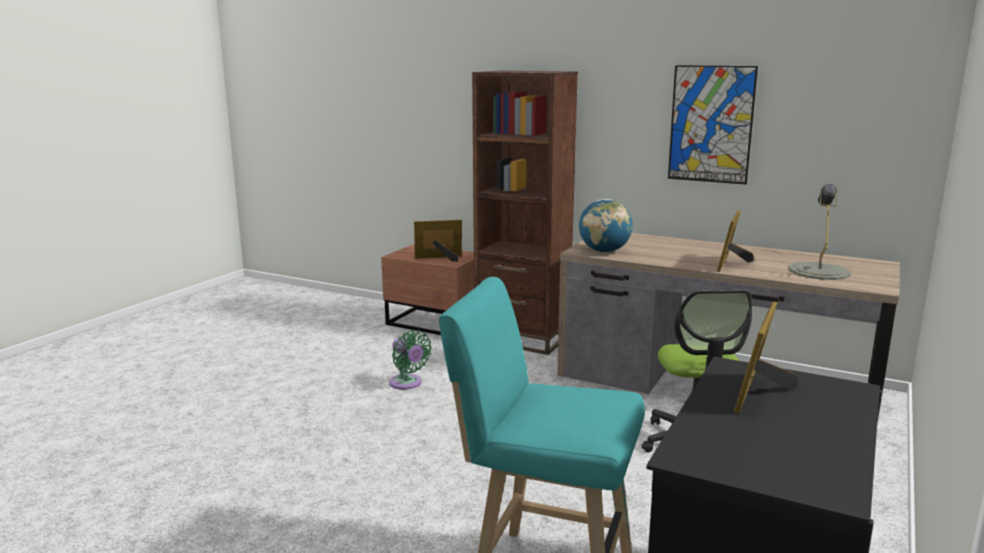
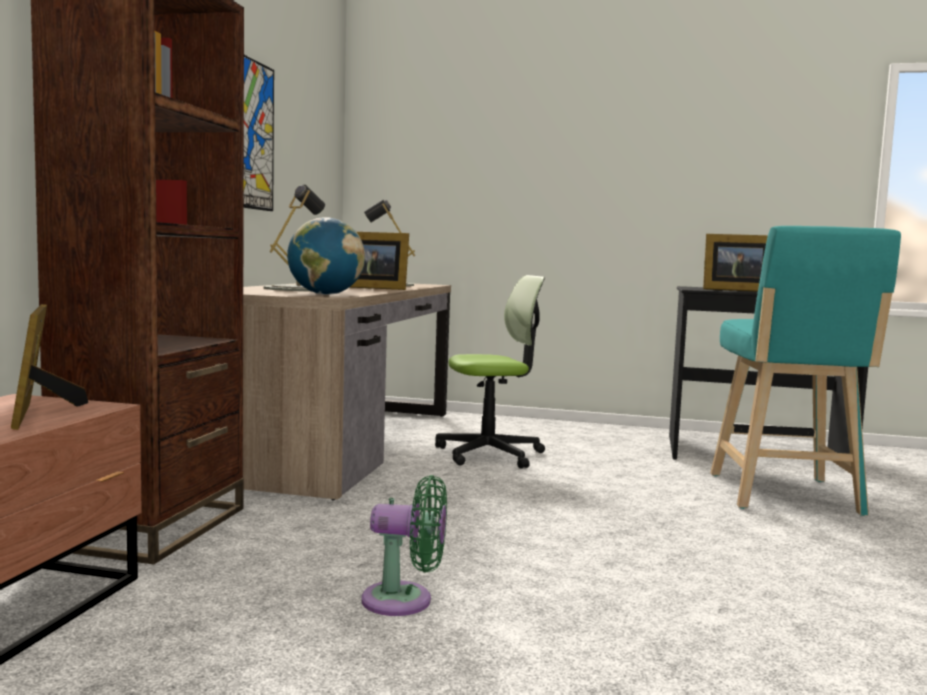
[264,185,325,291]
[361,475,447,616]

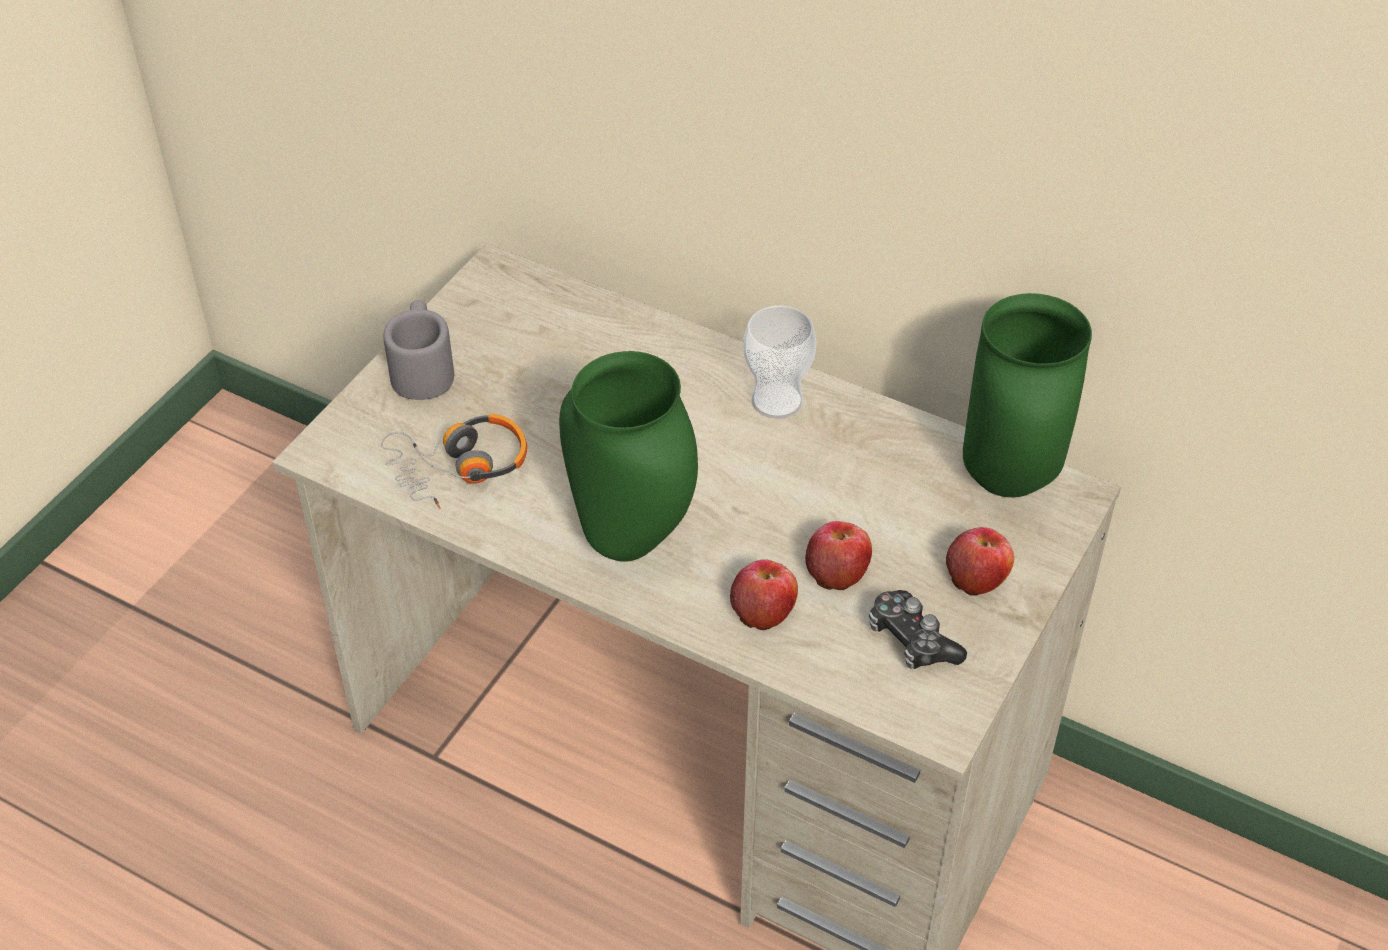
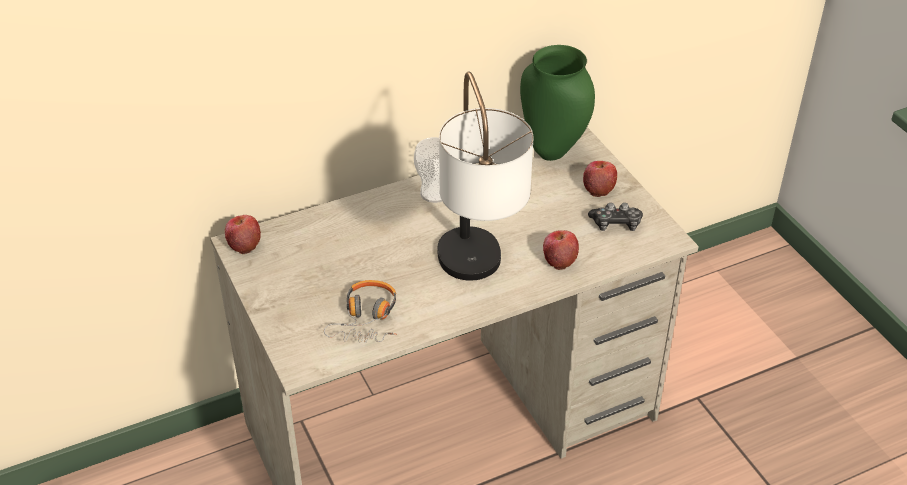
[225,215,261,254]
[437,72,534,281]
[383,300,454,400] (first image)

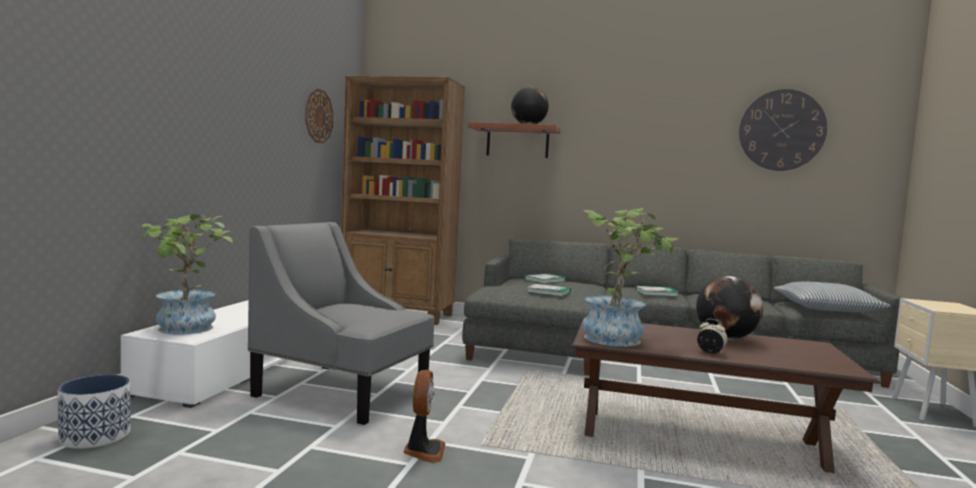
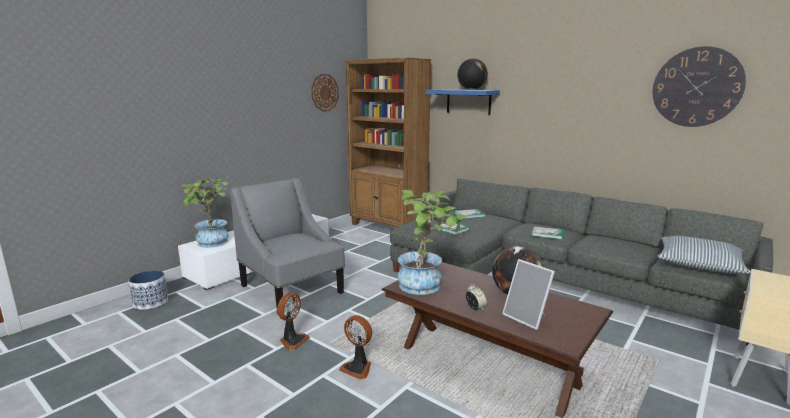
[339,315,372,380]
[426,90,500,115]
[502,259,555,330]

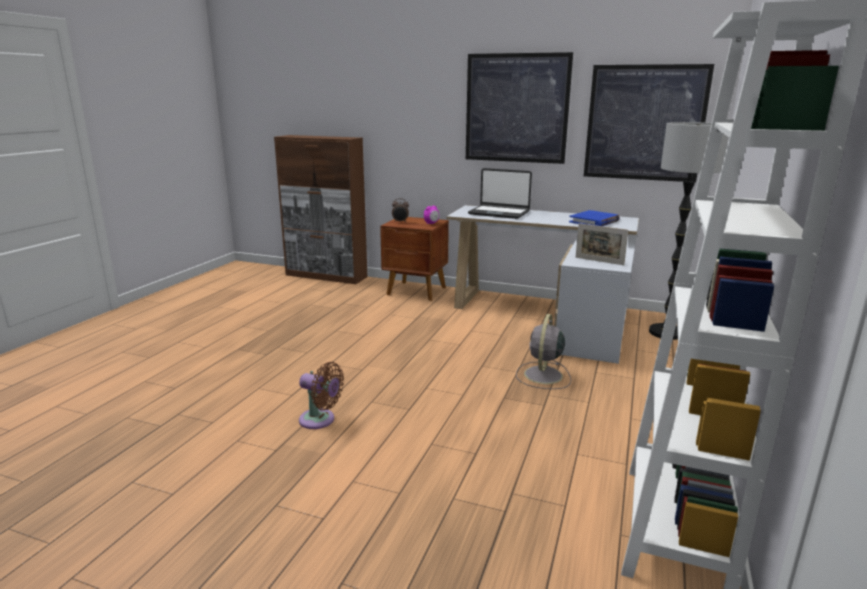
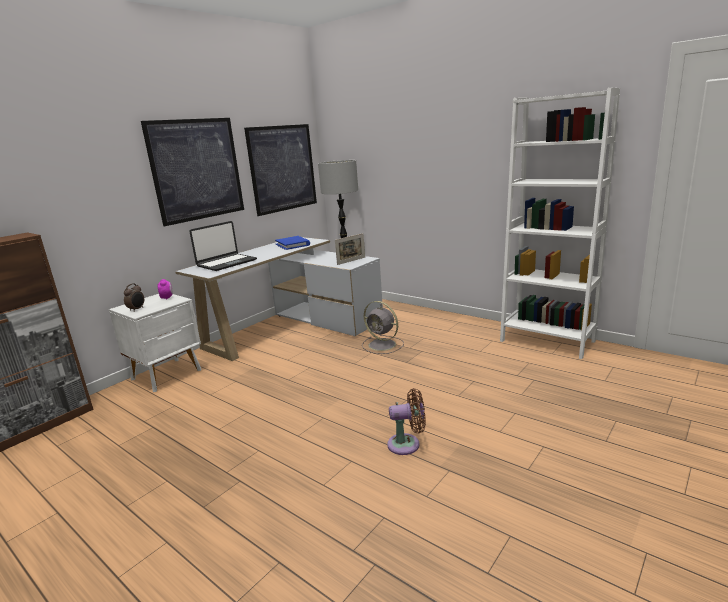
[109,294,202,392]
[387,388,426,455]

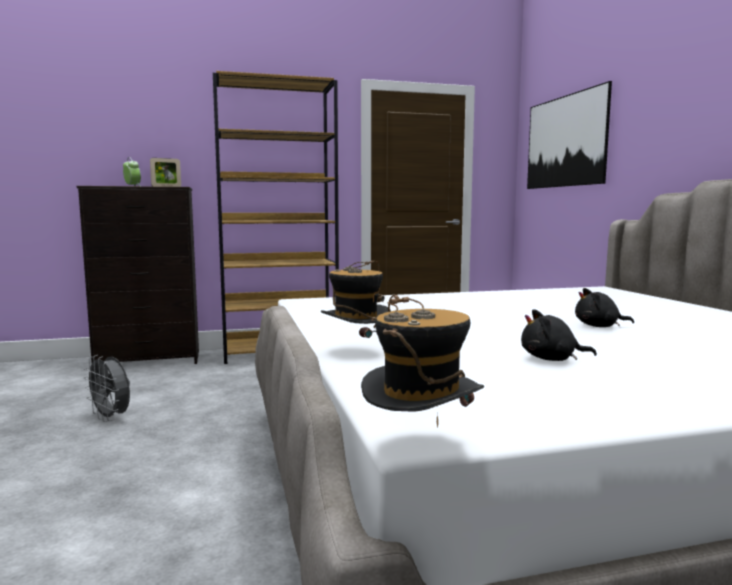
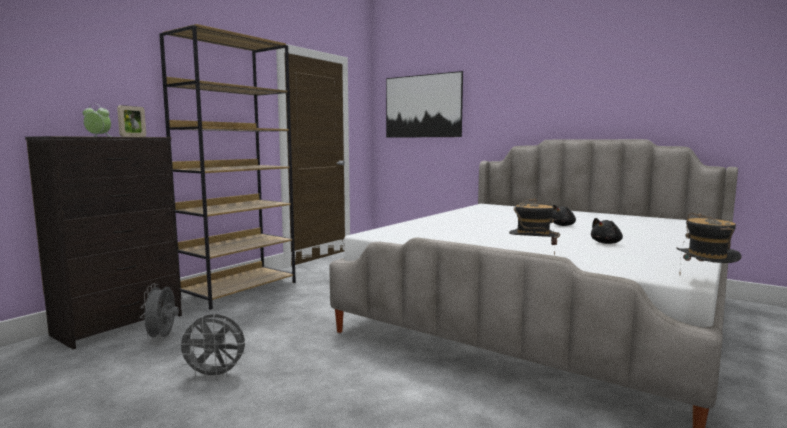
[140,284,179,341]

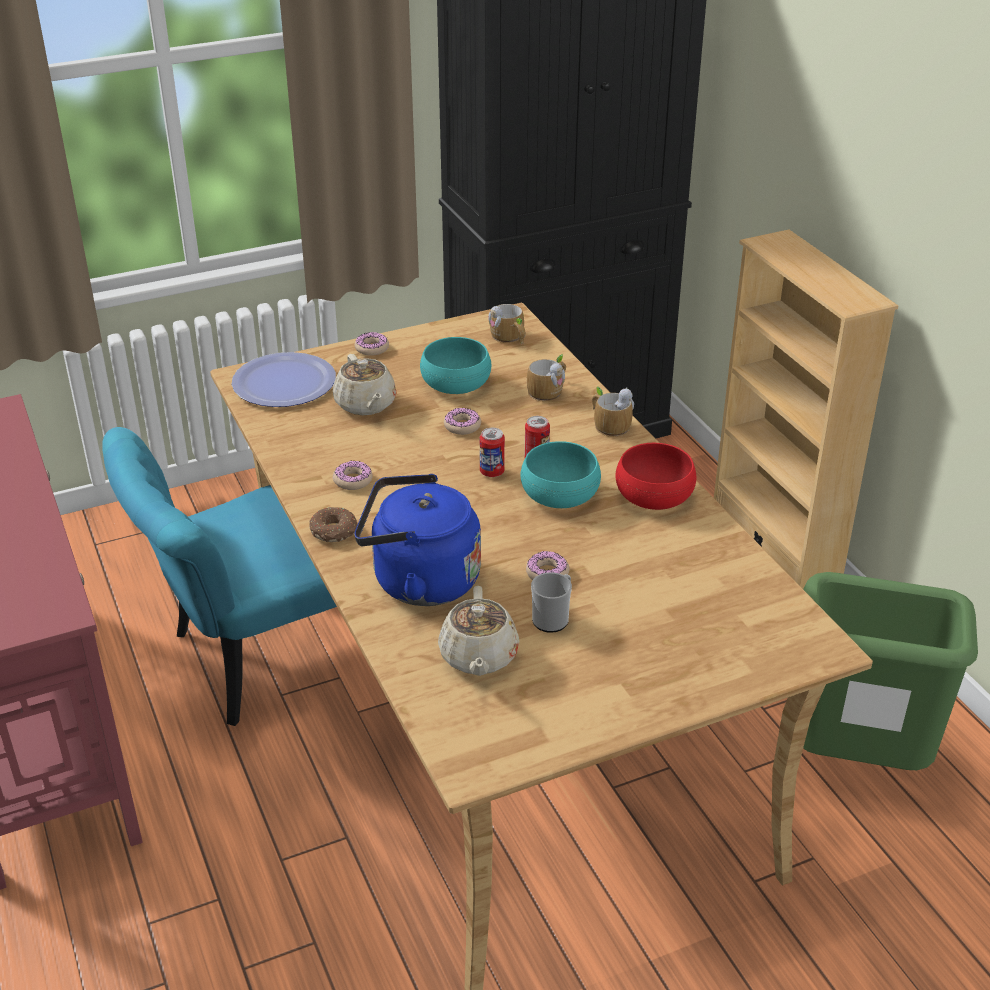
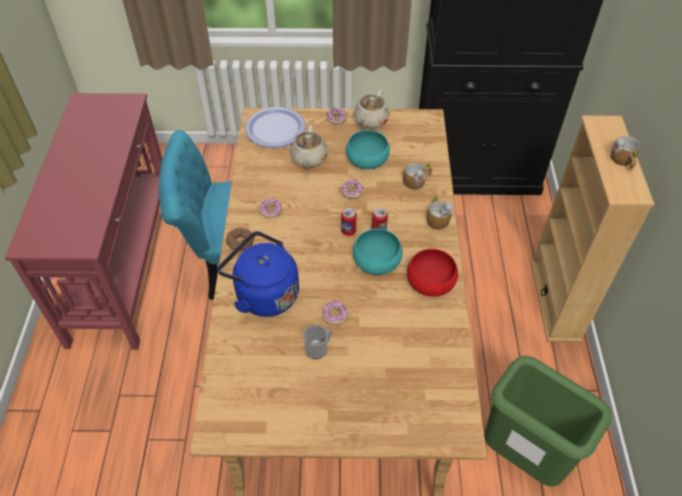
[353,90,390,129]
[610,136,640,171]

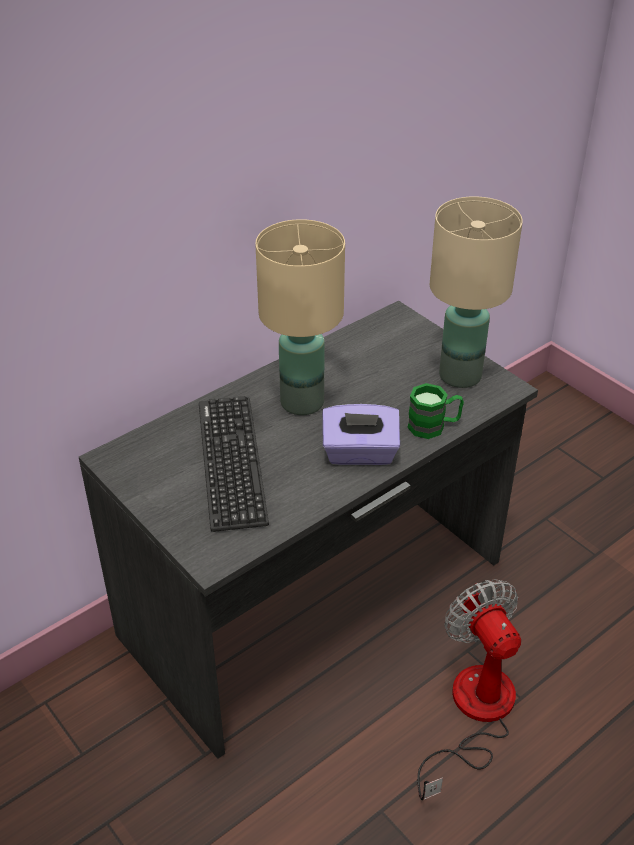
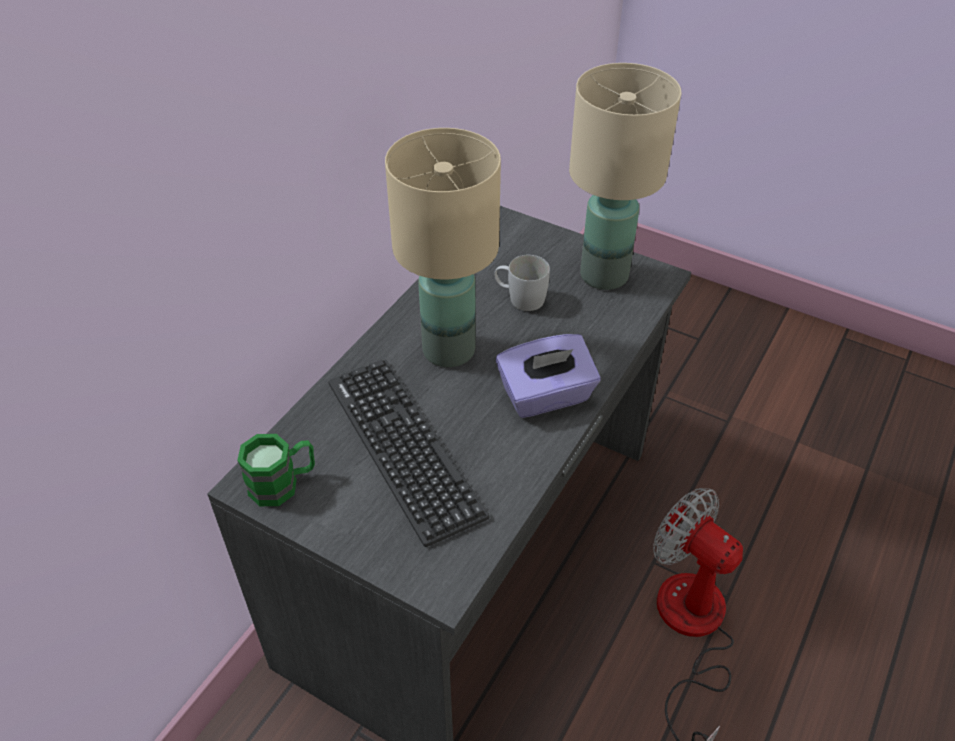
[237,434,315,506]
[494,255,550,311]

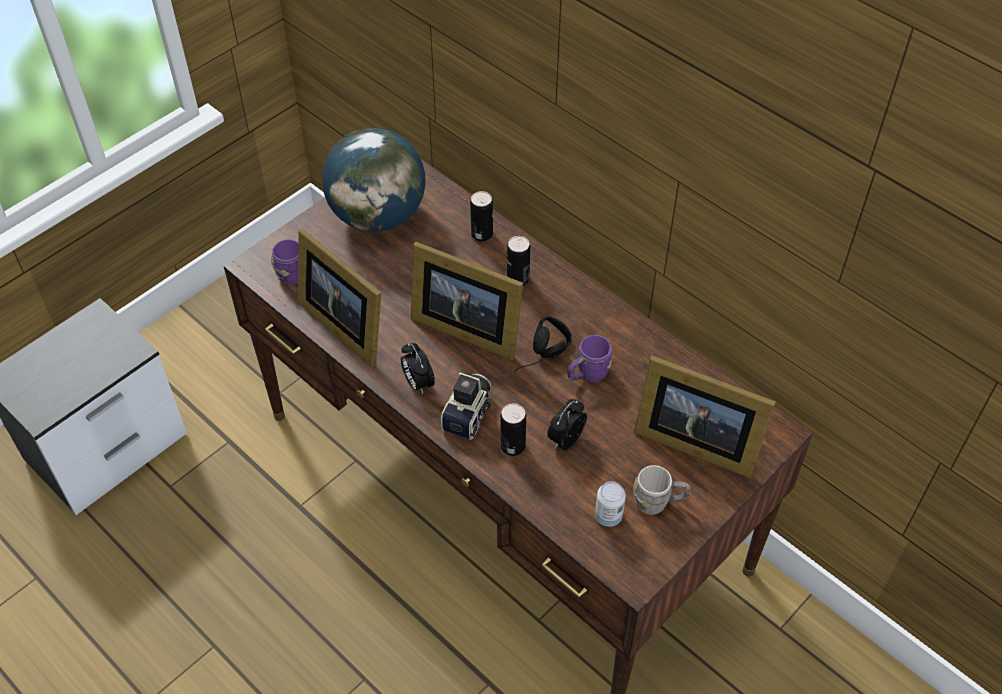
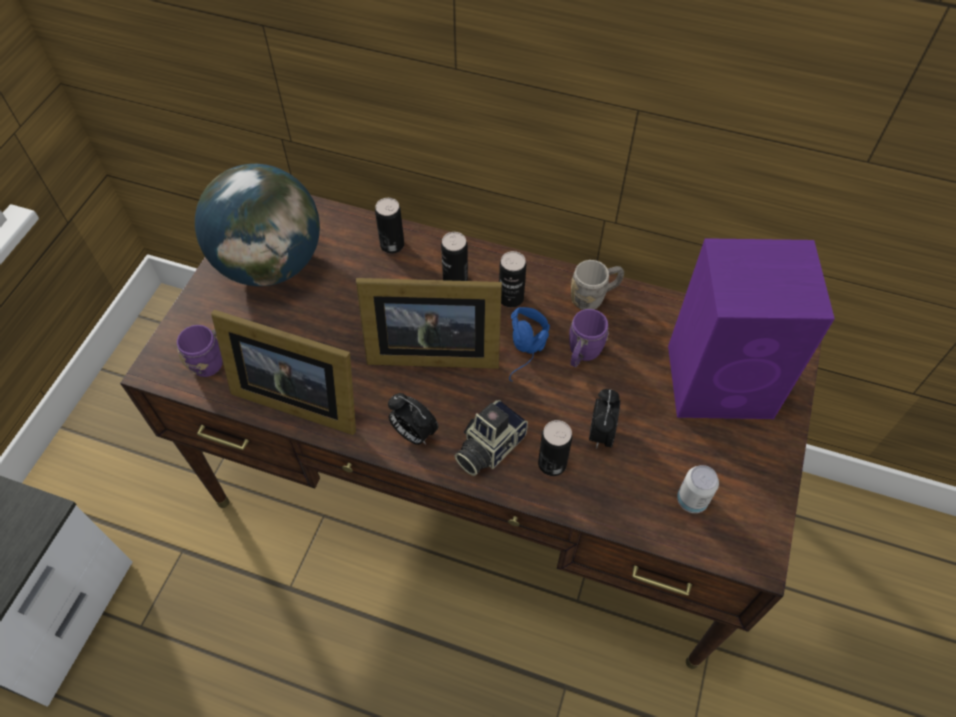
[455,400,528,476]
[499,251,526,308]
[509,307,550,381]
[571,260,624,310]
[668,238,835,419]

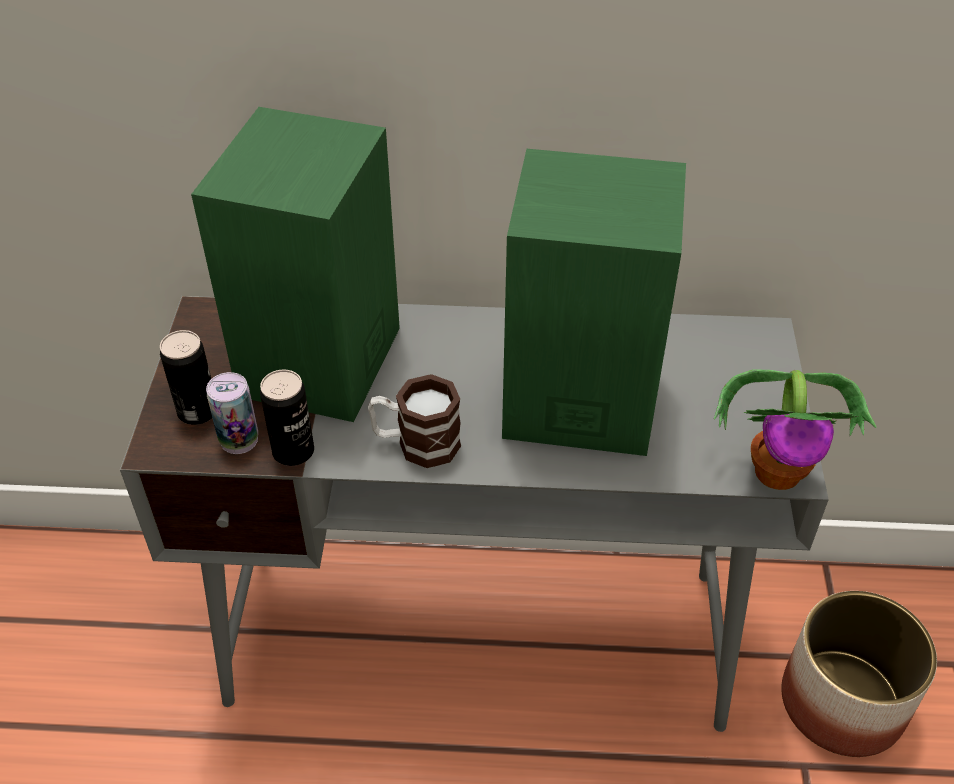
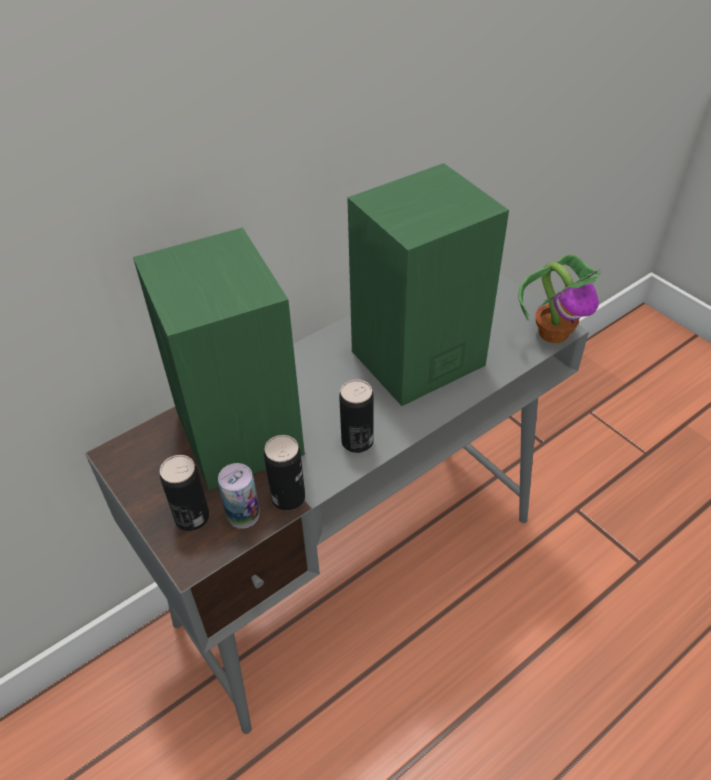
[339,379,373,453]
[781,591,937,757] (first image)

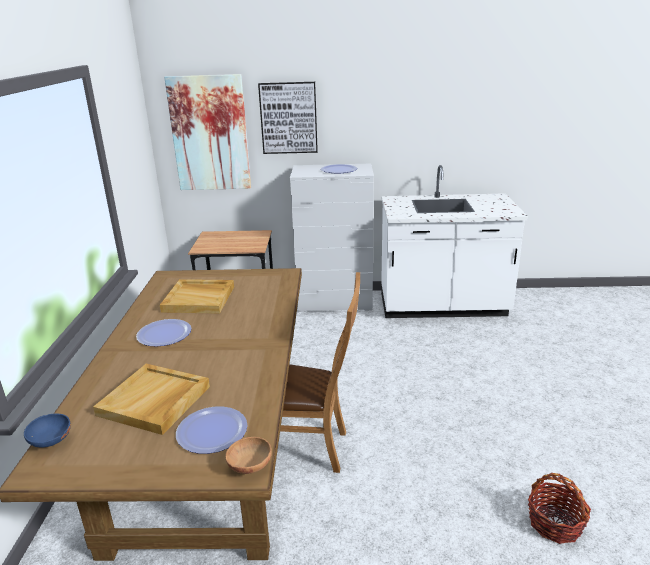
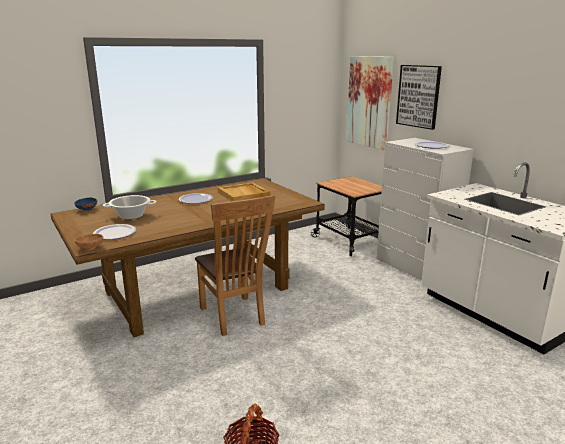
[103,195,157,219]

